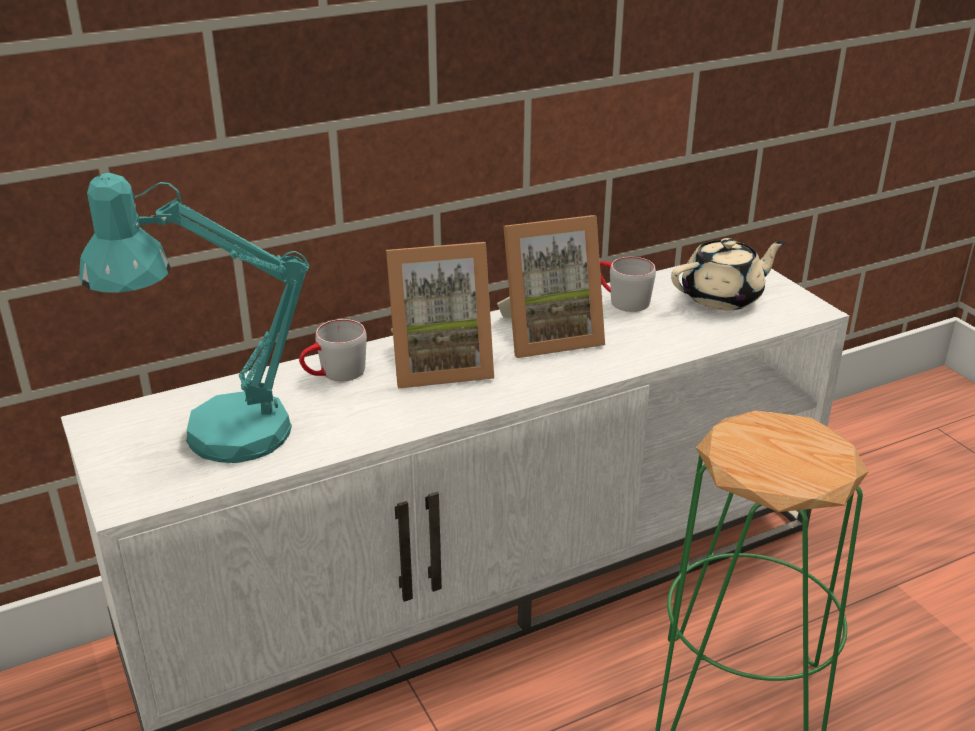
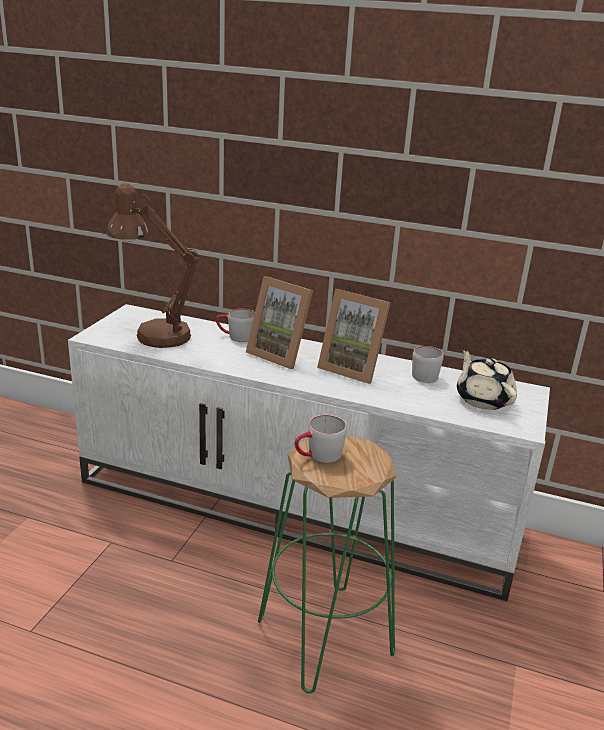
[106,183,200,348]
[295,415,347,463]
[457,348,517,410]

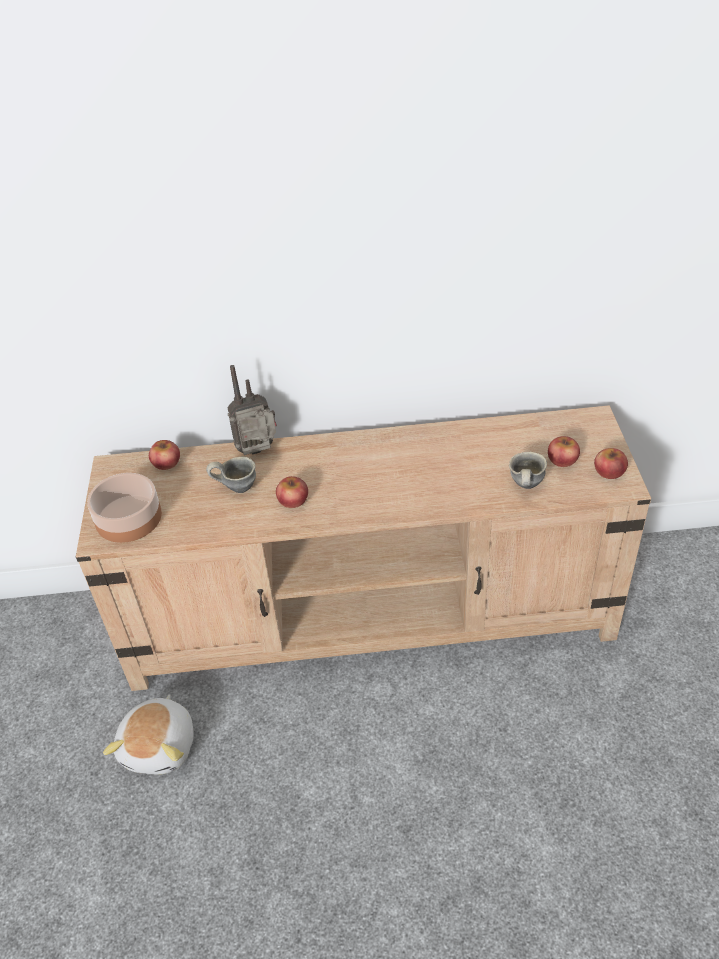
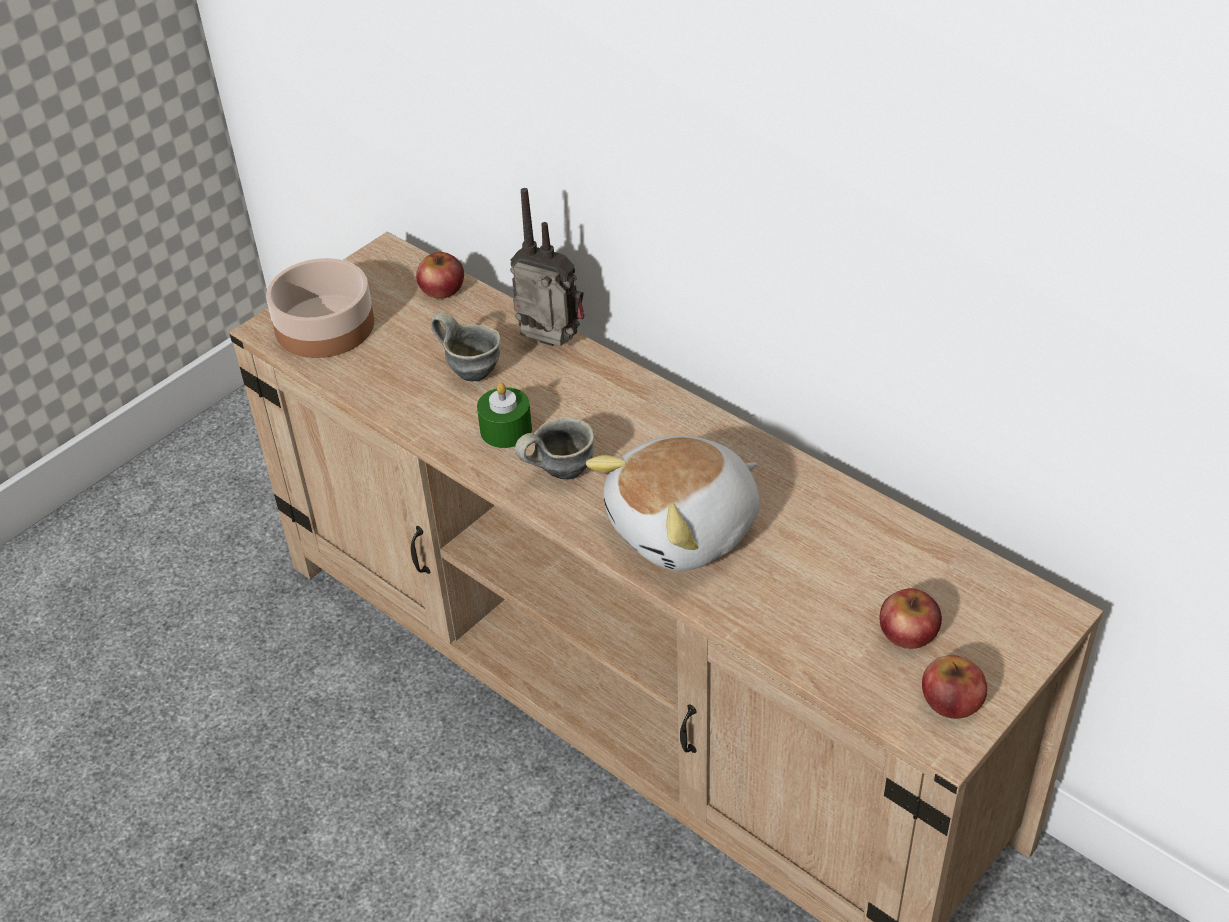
[477,383,532,448]
[515,417,594,480]
[586,435,760,571]

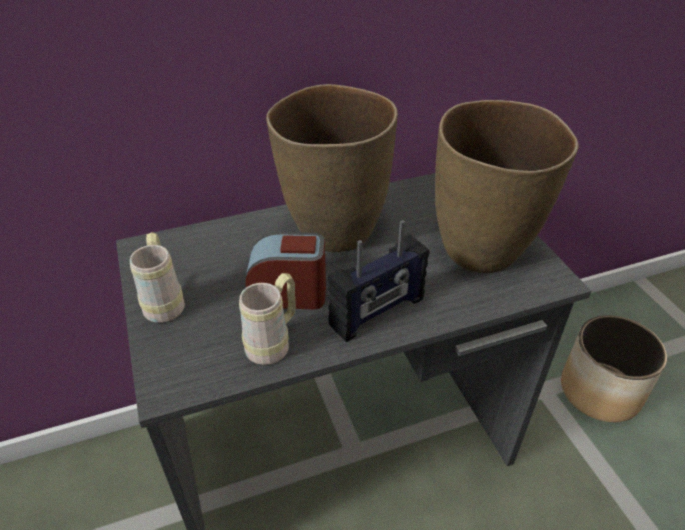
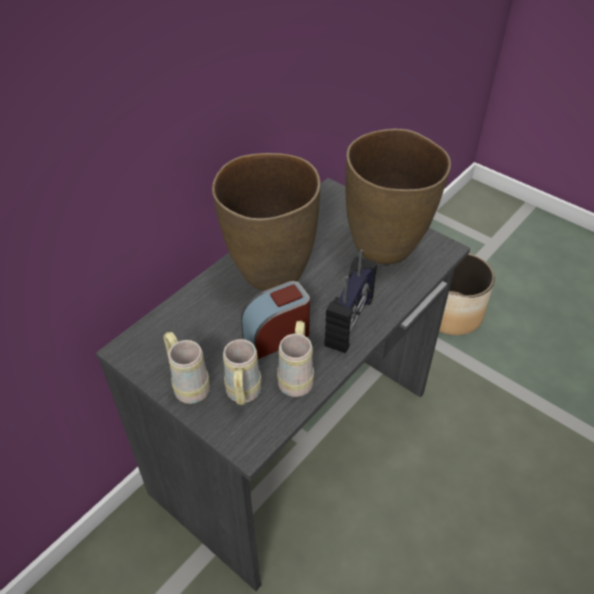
[223,339,262,405]

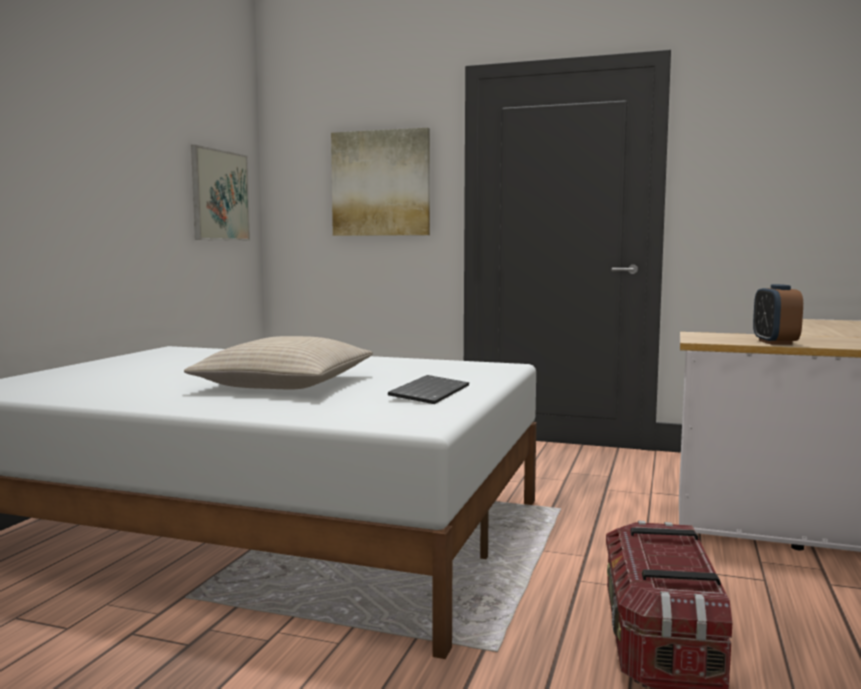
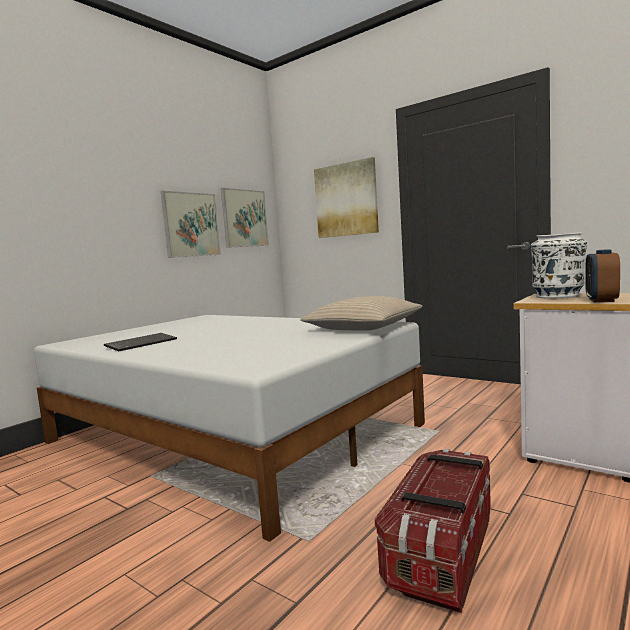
[104,333,177,351]
[161,191,221,258]
[300,296,423,331]
[531,233,587,299]

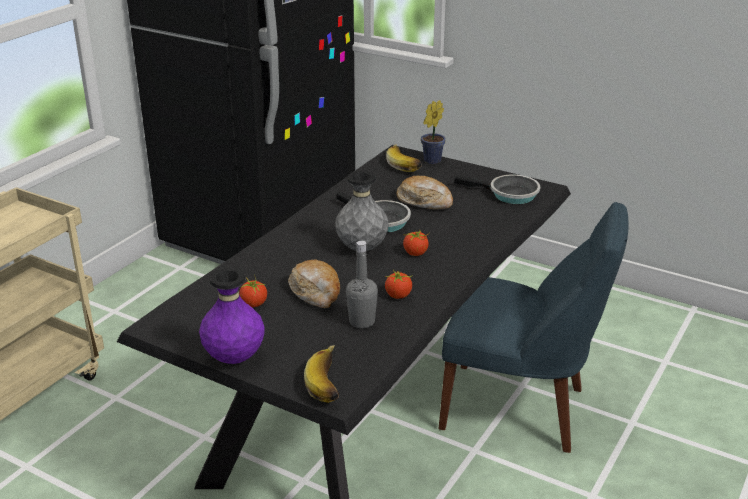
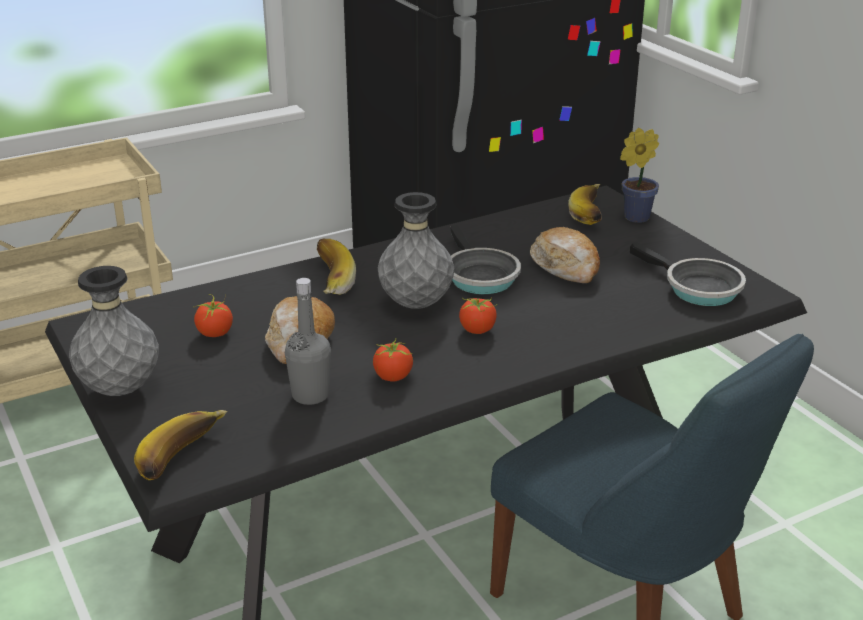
[69,266,159,396]
[317,239,356,295]

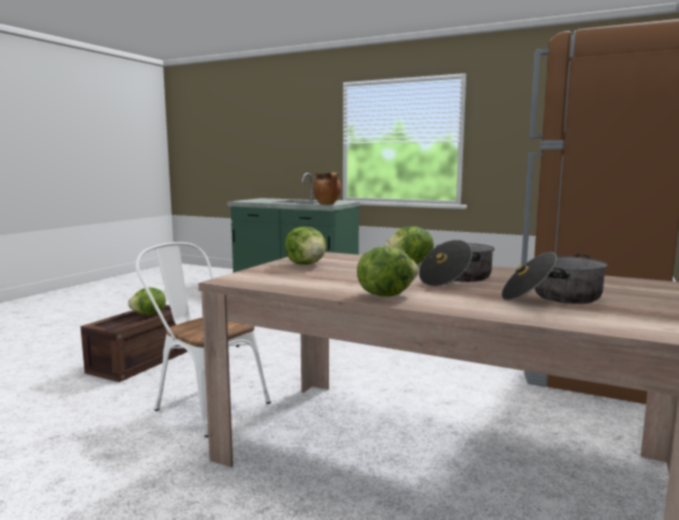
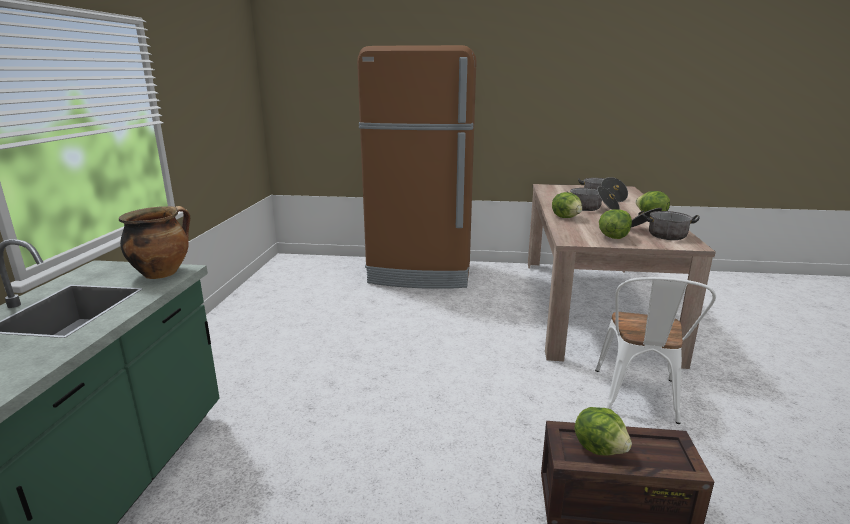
[631,208,700,240]

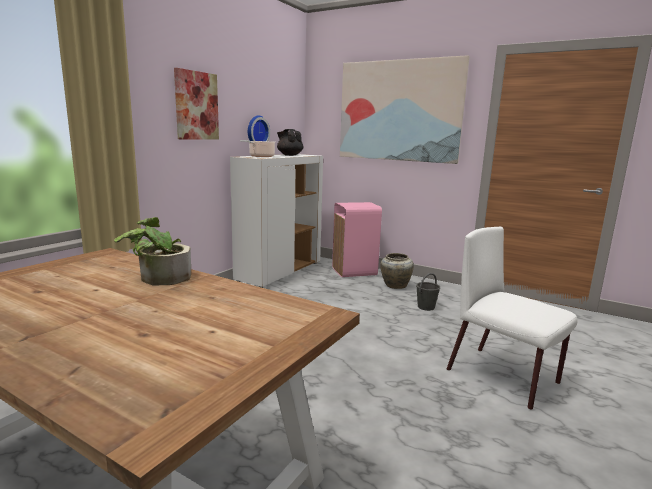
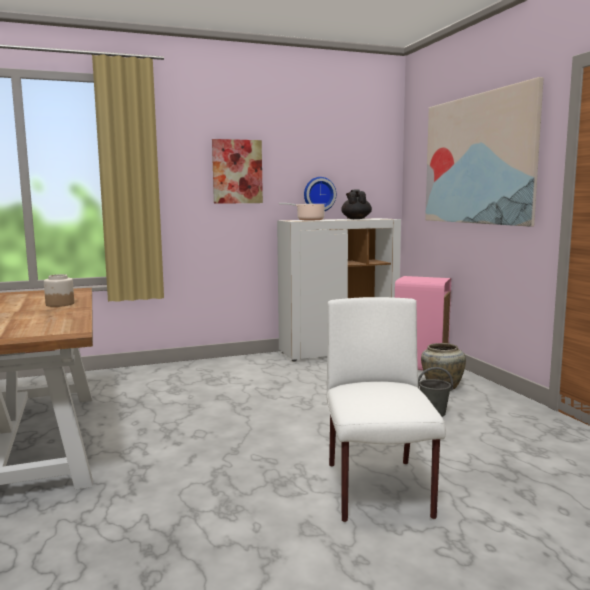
[44,274,74,307]

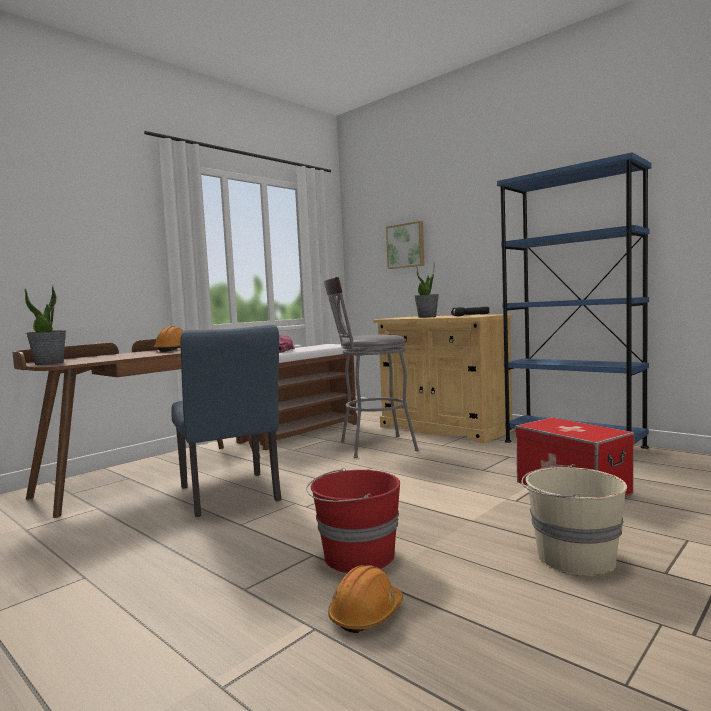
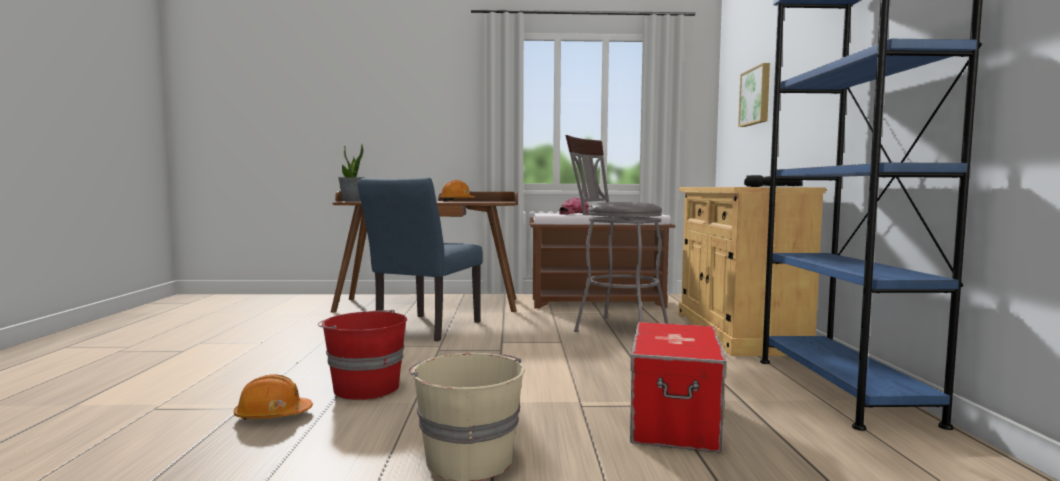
[414,266,439,318] (first image)

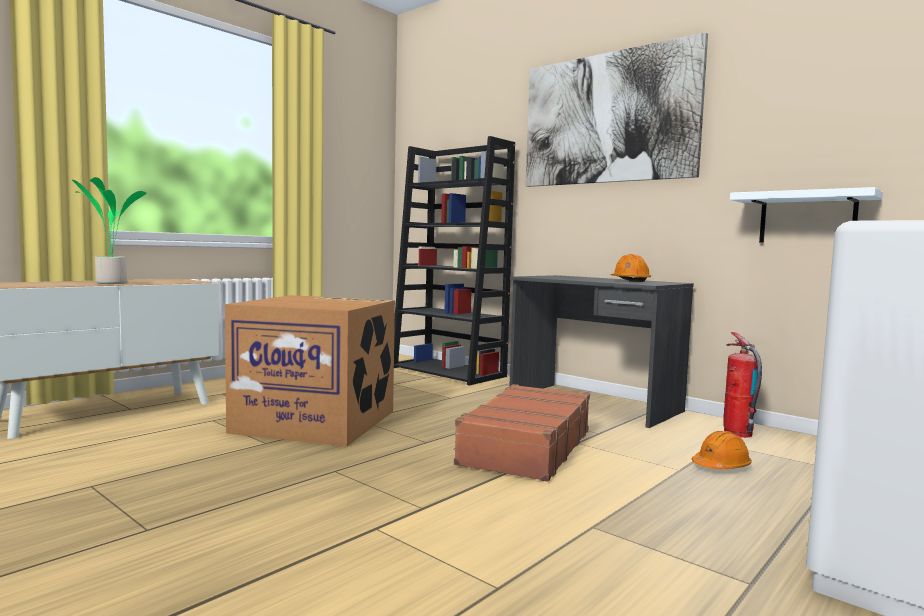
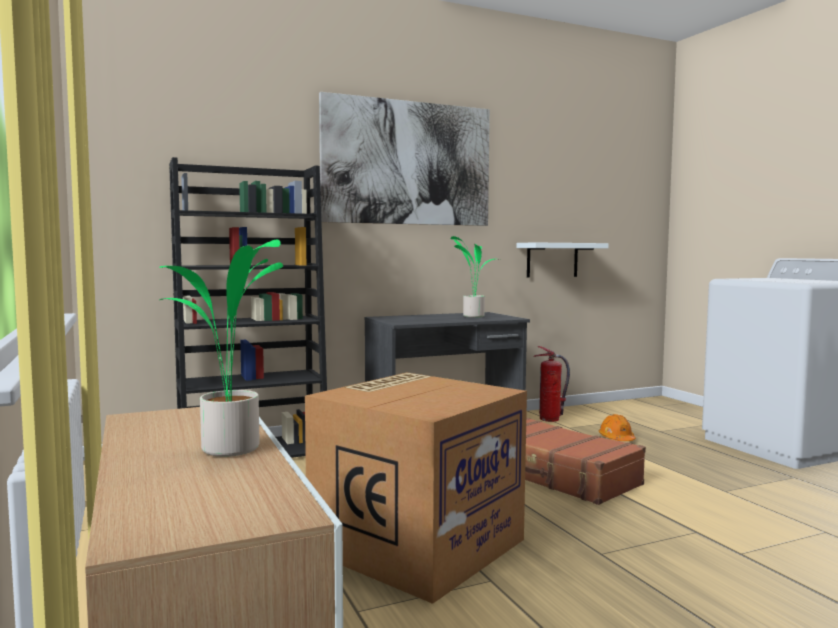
[450,236,500,318]

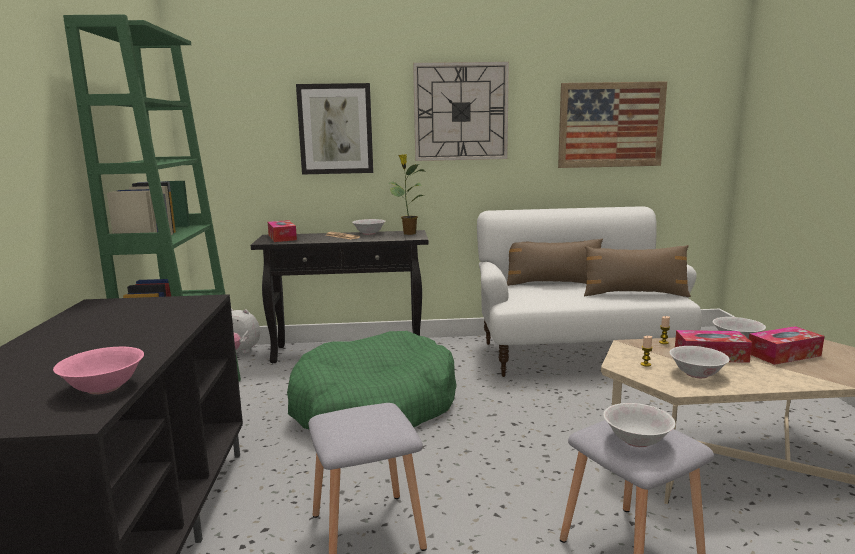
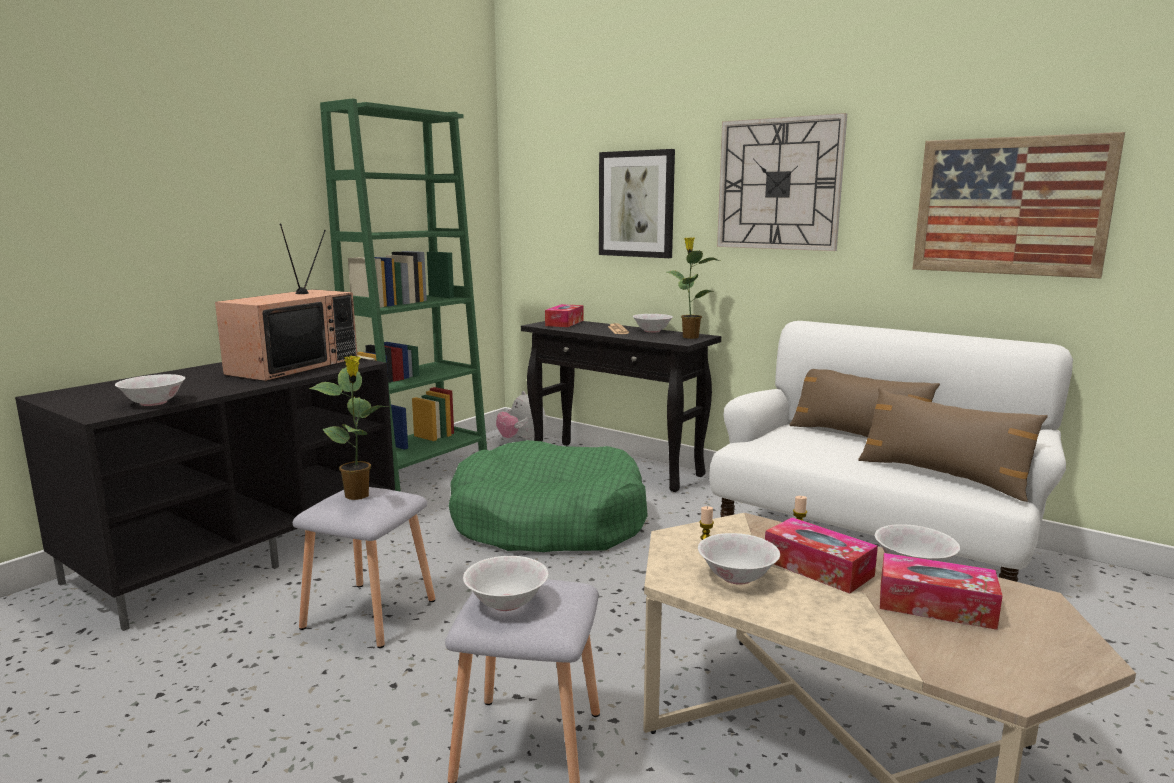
[115,374,185,406]
[215,224,357,382]
[309,355,390,500]

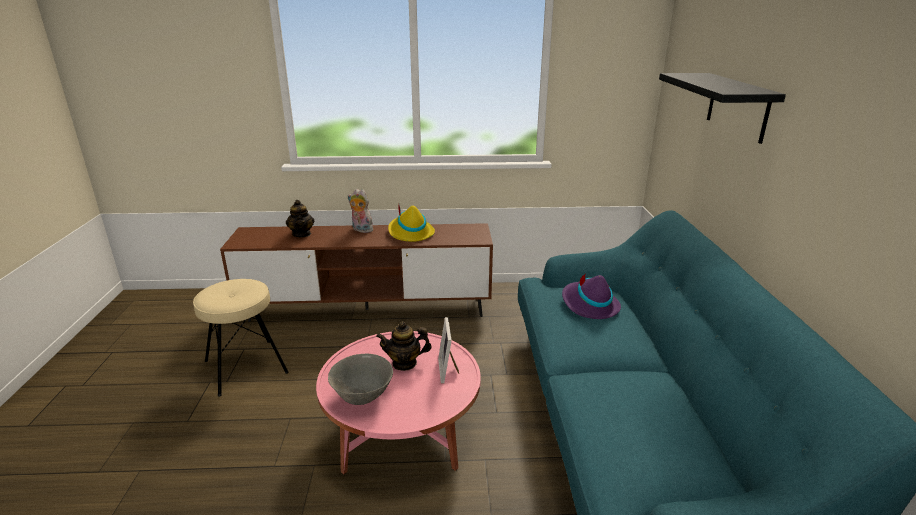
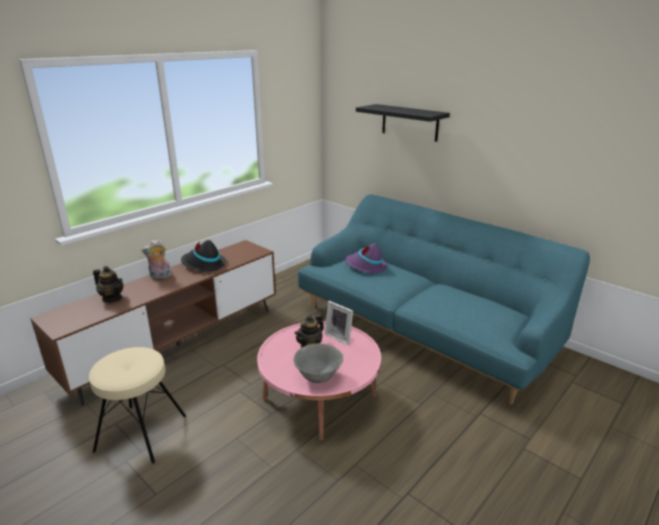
[181,240,226,272]

